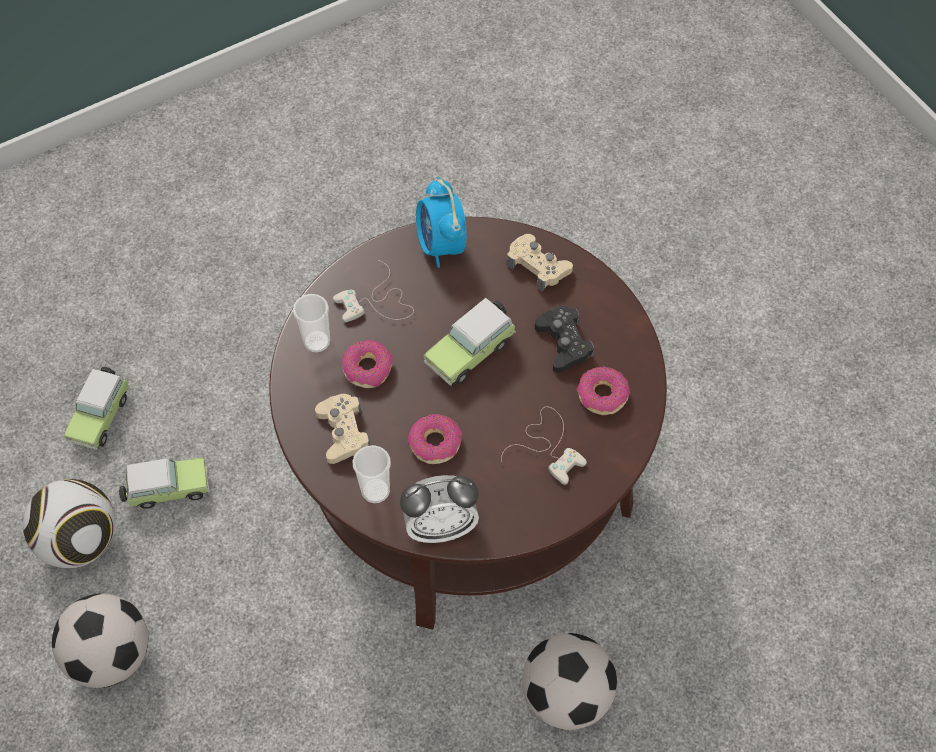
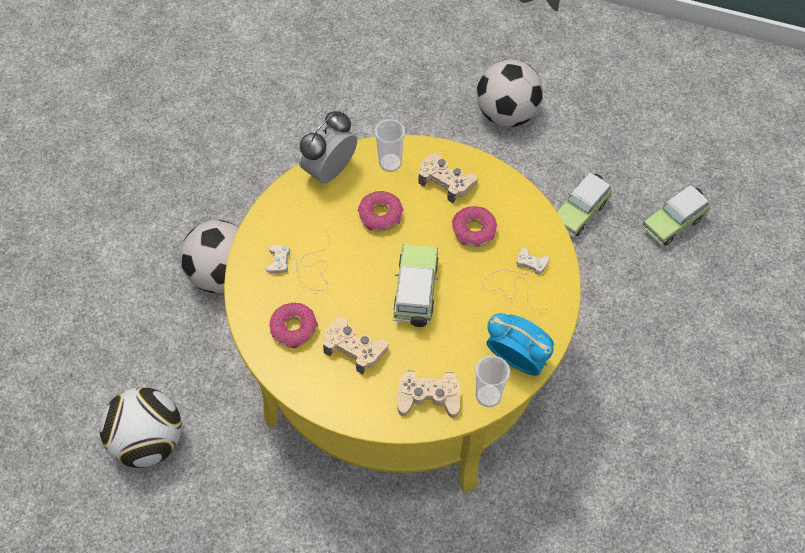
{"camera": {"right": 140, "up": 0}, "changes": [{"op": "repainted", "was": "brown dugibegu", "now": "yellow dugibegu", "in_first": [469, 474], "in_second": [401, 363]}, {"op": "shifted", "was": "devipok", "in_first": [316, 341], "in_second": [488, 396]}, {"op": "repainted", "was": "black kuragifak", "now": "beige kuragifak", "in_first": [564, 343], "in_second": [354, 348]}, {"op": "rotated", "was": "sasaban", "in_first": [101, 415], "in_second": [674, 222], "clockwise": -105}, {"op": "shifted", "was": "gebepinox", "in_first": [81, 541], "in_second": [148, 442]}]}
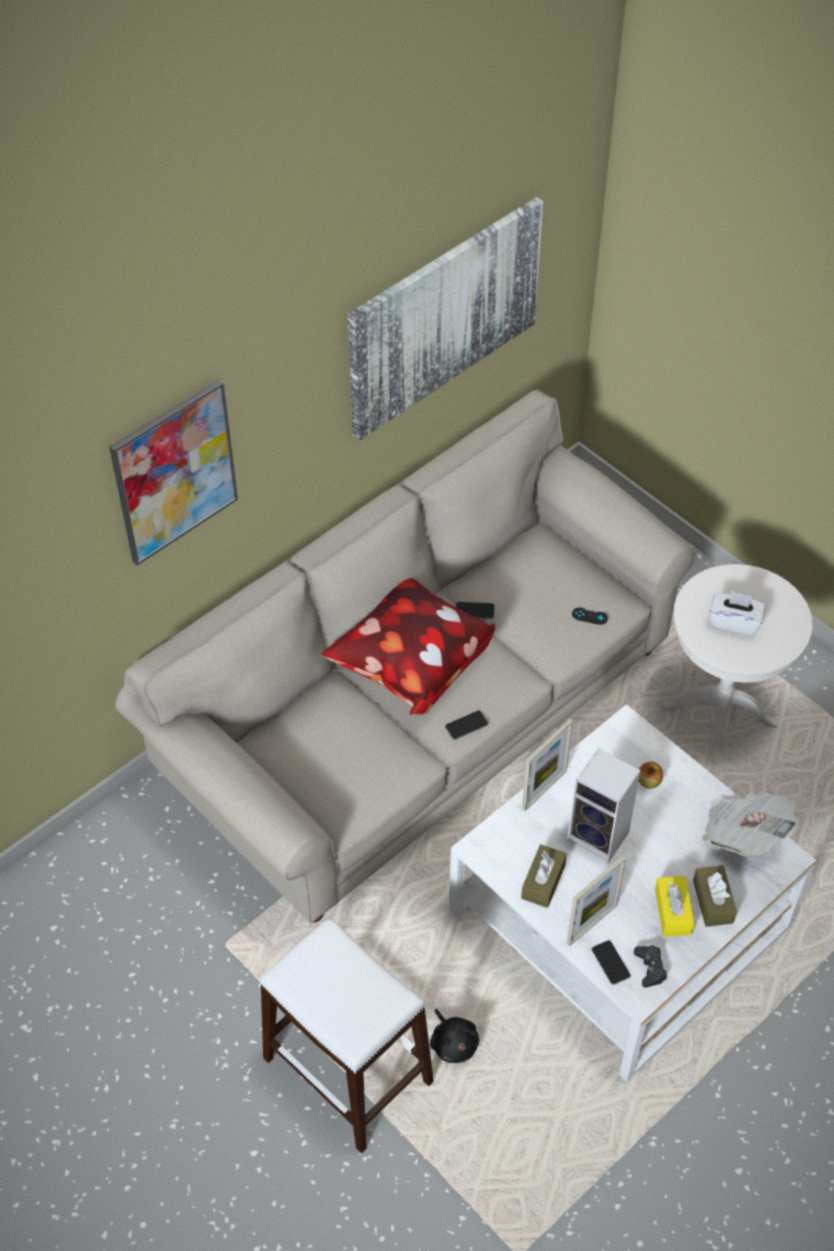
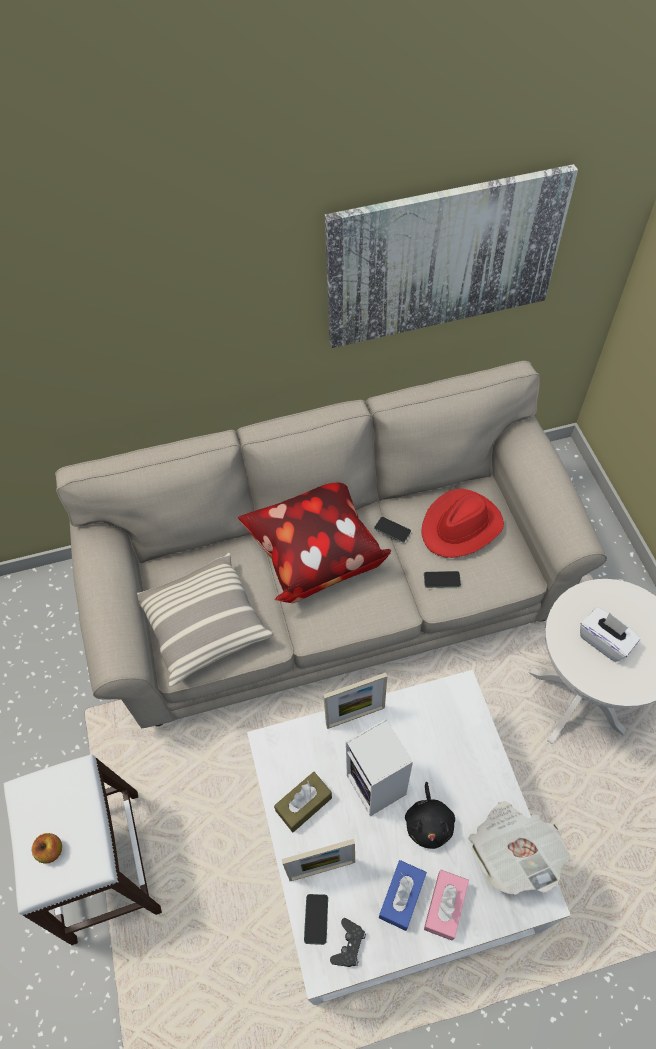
{"camera": {"right": 30, "up": 5}, "changes": [{"op": "gone", "was": "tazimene", "in_first": [174, 472]}, {"op": "gone", "was": "black kuragifak", "in_first": [589, 616]}, {"op": "shifted", "was": "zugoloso", "in_first": [466, 725], "in_second": [442, 579]}, {"op": "shifted", "was": "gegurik", "in_first": [648, 781], "in_second": [51, 850]}, {"op": "repainted", "was": "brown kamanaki", "now": "pink kamanaki", "in_first": [713, 901], "in_second": [445, 906]}, {"op": "repainted", "was": "yellow kamanaki", "now": "blue kamanaki", "in_first": [673, 911], "in_second": [402, 897]}, {"op": "shifted", "was": "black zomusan", "in_first": [453, 1043], "in_second": [429, 822]}, {"op": "new", "now": "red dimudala", "in_second": [461, 526]}, {"op": "new", "now": "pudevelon", "in_second": [204, 625]}]}
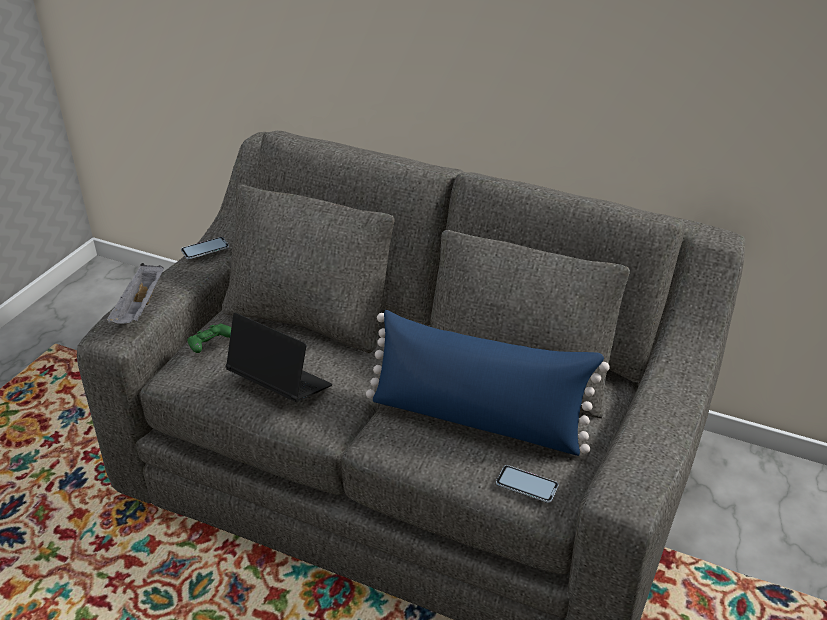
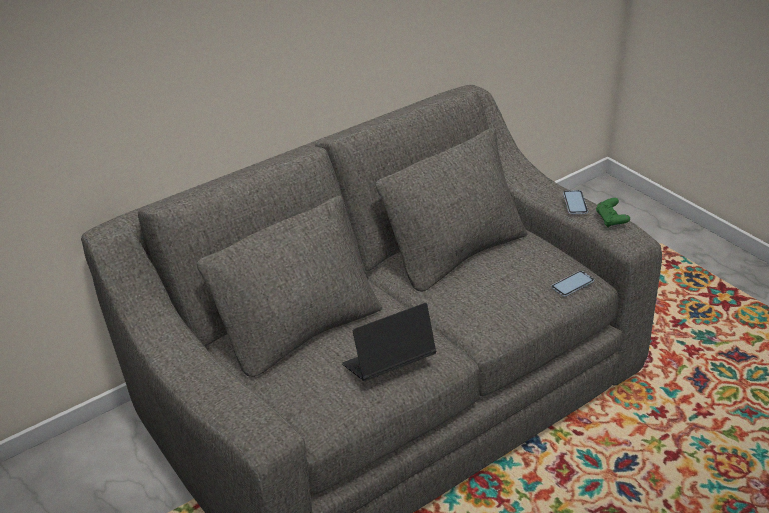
{"camera": {"right": -60, "up": 0}, "changes": [{"op": "shifted", "was": "zugoloso", "in_first": [205, 249], "in_second": [575, 203]}, {"op": "gone", "was": "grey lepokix", "in_first": [140, 307]}, {"op": "gone", "was": "blue pudevelon", "in_first": [477, 419]}, {"op": "shifted", "was": "green kuragifak", "in_first": [210, 346], "in_second": [611, 220]}]}
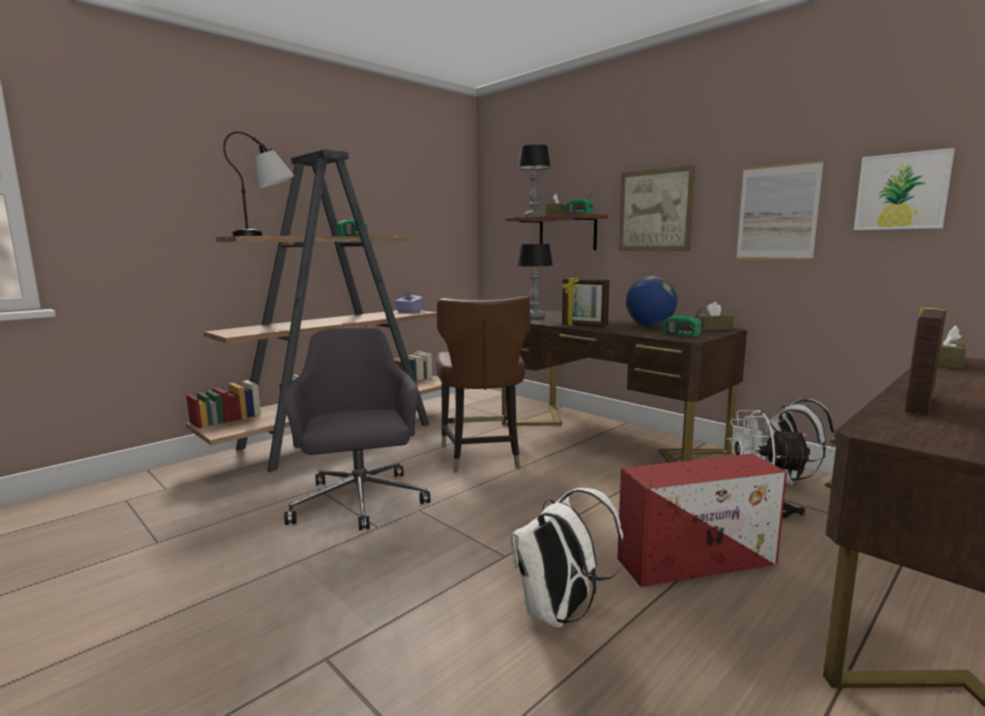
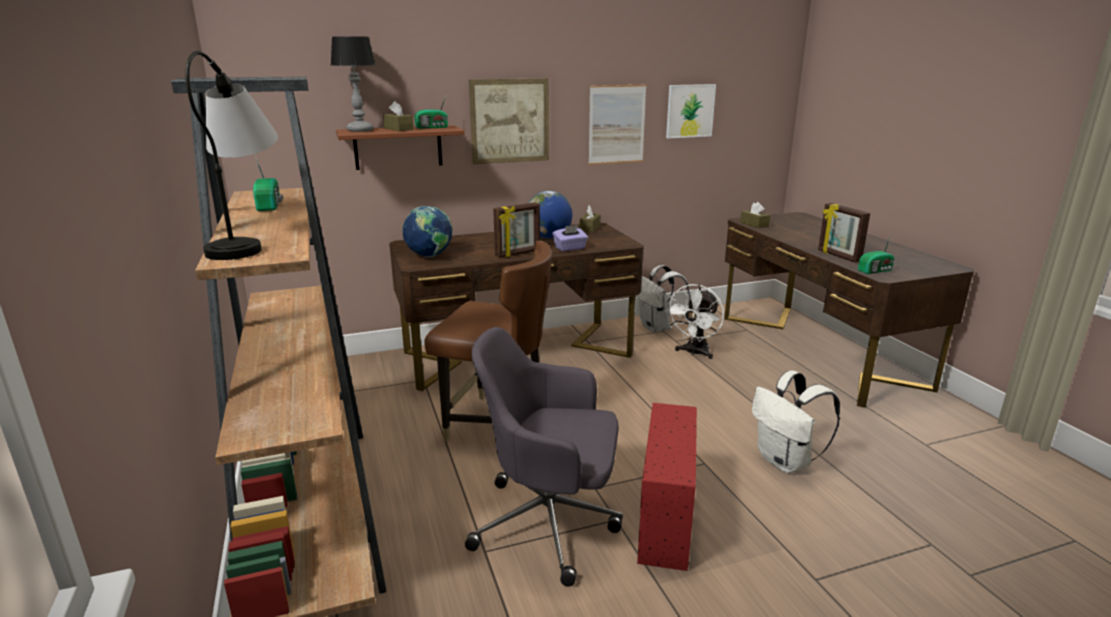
{"camera": {"right": -65, "up": 10}, "changes": [{"op": "swapped", "was": "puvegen", "now": "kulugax", "in_first": [535, 317], "in_second": [430, 256]}, {"op": "shifted", "was": "purple kamanaki", "in_first": [409, 311], "in_second": [570, 248]}, {"op": "shifted", "was": "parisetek", "in_first": [682, 335], "in_second": [876, 271]}, {"op": "shifted", "was": "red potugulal", "in_first": [698, 561], "in_second": [665, 516]}]}
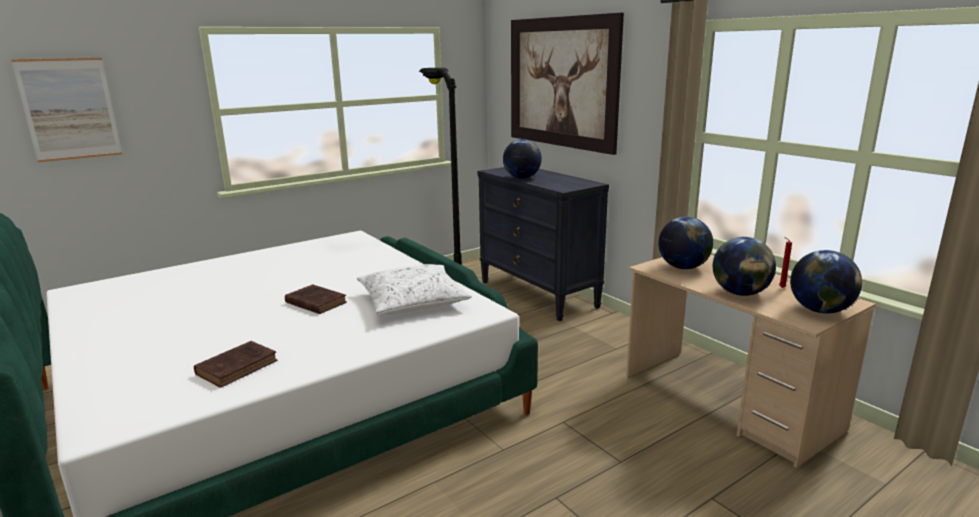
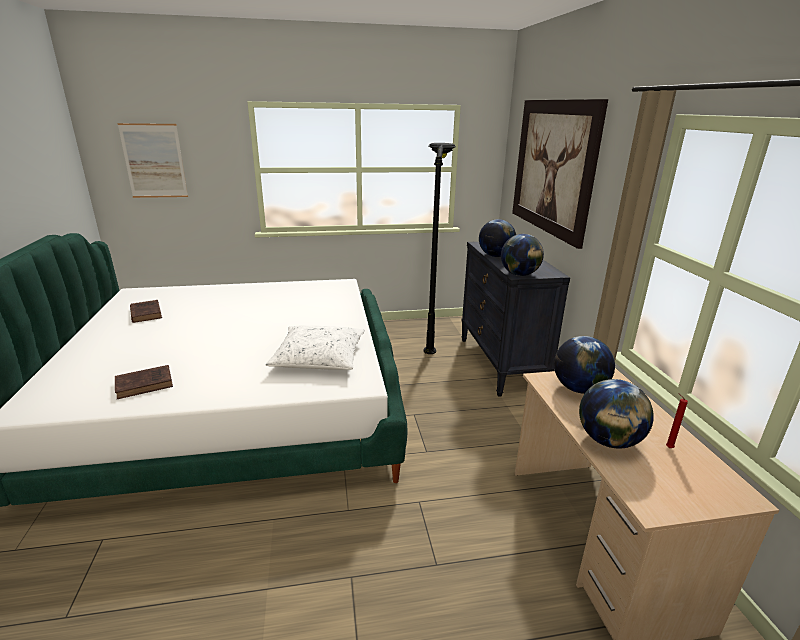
{"camera": {"right": 25, "up": 5}, "changes": [{"op": "shifted", "was": "kulugax", "in_first": [820, 310], "in_second": [519, 274]}, {"op": "shifted", "was": "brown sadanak", "in_first": [315, 302], "in_second": [146, 313]}]}
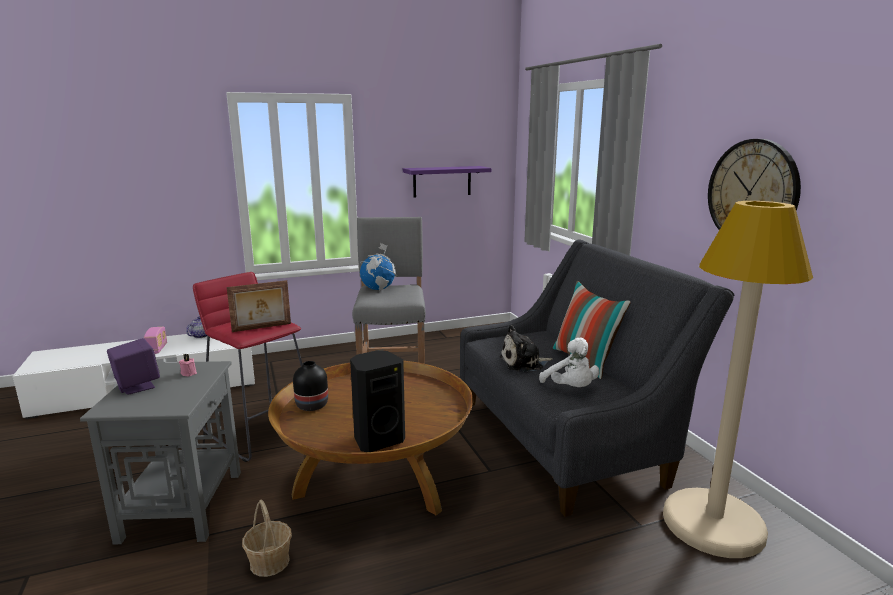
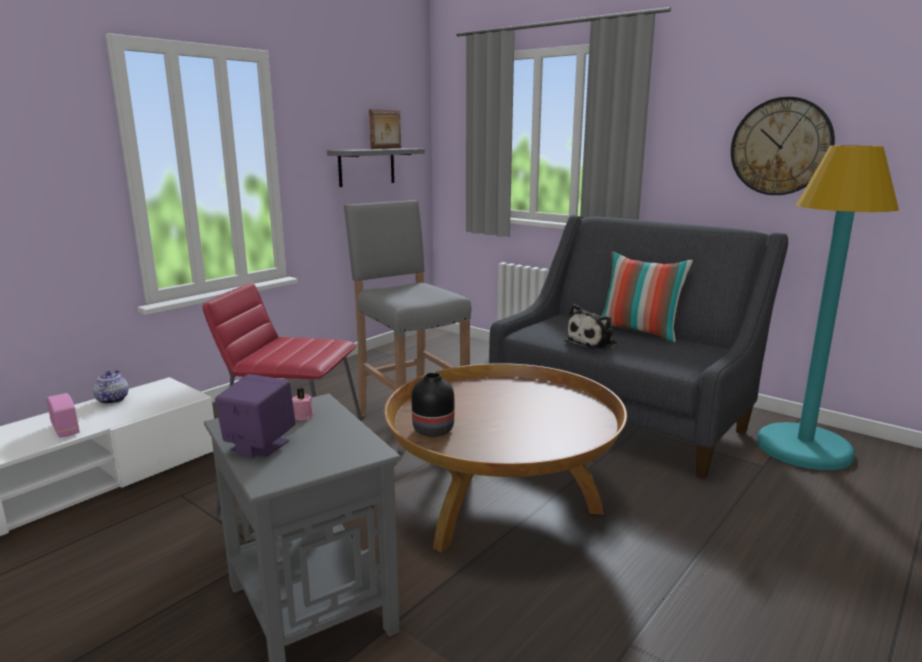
{"camera": {"right": -30, "up": 0}, "changes": [{"op": "repainted", "was": "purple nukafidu", "now": "grey nukafidu", "in_first": [442, 181], "in_second": [366, 167]}, {"op": "repainted", "was": "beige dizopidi", "now": "turquoise dizopidi", "in_first": [713, 523], "in_second": [804, 448]}, {"op": "gone", "was": "kulugax", "in_first": [379, 289]}, {"op": "shifted", "was": "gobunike", "in_first": [262, 328], "in_second": [386, 148]}, {"op": "gone", "was": "white zomusan", "in_first": [571, 388]}, {"op": "gone", "was": "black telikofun", "in_first": [378, 440]}, {"op": "gone", "was": "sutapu", "in_first": [270, 561]}]}
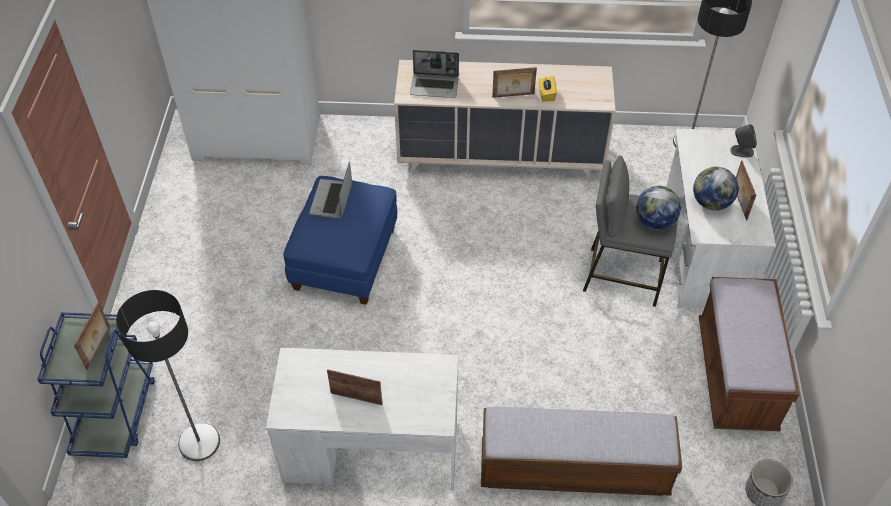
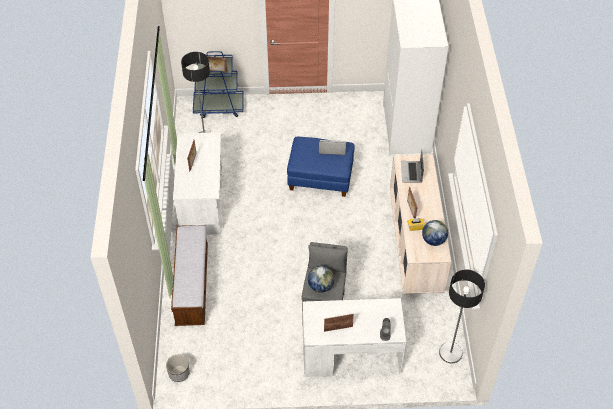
{"camera": {"right": 85, "up": 0}, "changes": [{"op": "shifted", "was": "kulugax", "in_first": [711, 203], "in_second": [433, 240]}, {"op": "gone", "was": "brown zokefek", "in_first": [735, 376]}]}
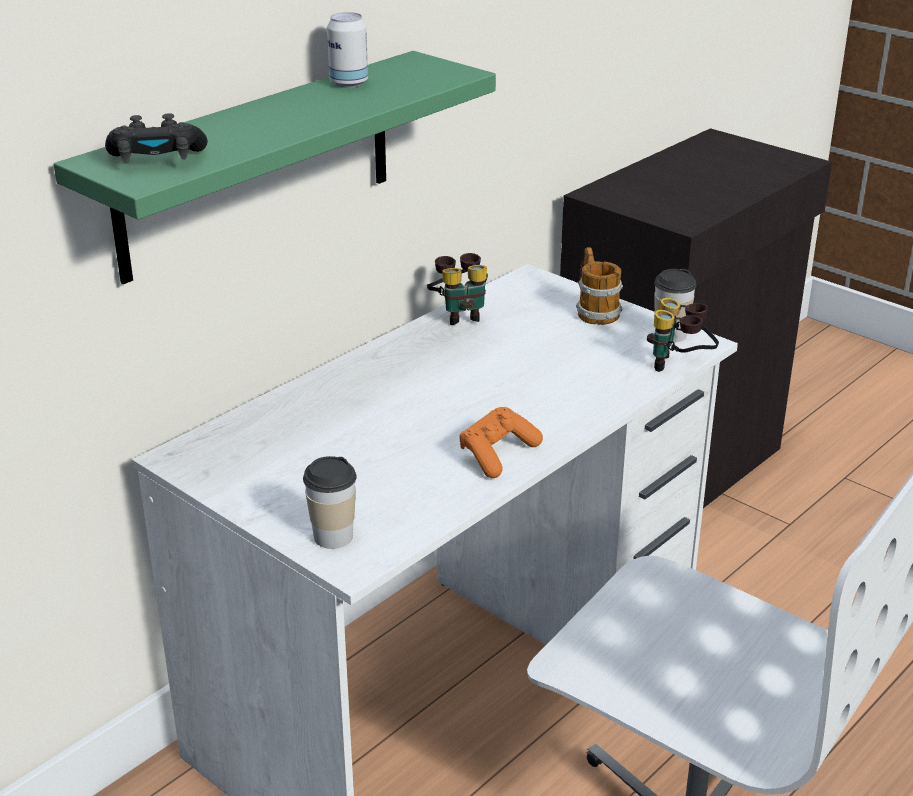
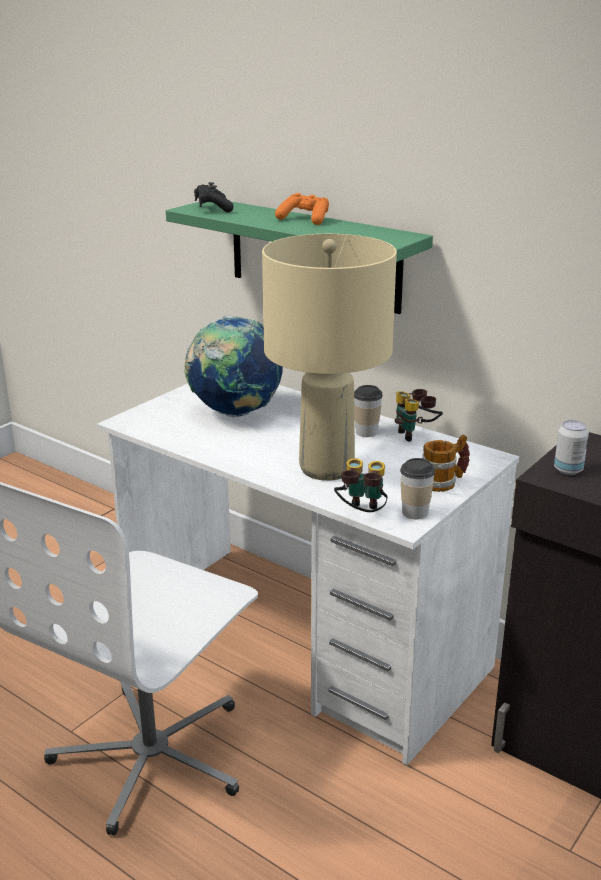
{"camera": {"right": 85, "up": -5}, "changes": [{"op": "shifted", "was": "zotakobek", "in_first": [349, 83], "in_second": [568, 470]}, {"op": "shifted", "was": "orange kuragifak", "in_first": [497, 454], "in_second": [305, 219]}, {"op": "shifted", "was": "devipok", "in_first": [333, 536], "in_second": [366, 432]}, {"op": "new", "now": "beige puvegen", "in_second": [325, 468]}, {"op": "new", "now": "kulugax", "in_second": [235, 413]}]}
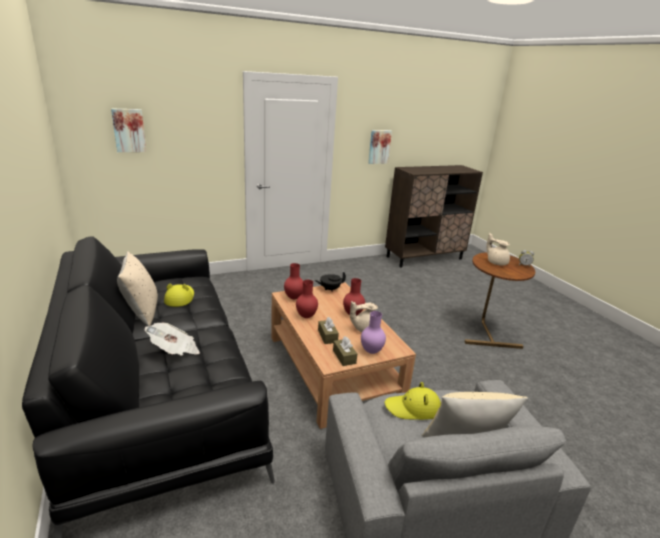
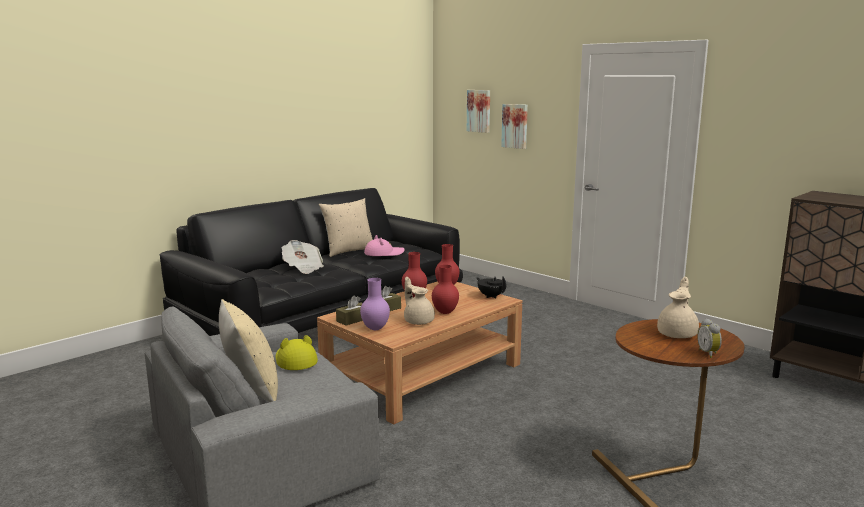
{"camera": {"right": 70, "up": -10}, "changes": [{"op": "shifted", "was": "tazimene", "in_first": [379, 146], "in_second": [515, 126]}, {"op": "repainted", "was": "yellow dimudala", "now": "pink dimudala", "in_first": [180, 298], "in_second": [384, 253]}]}
